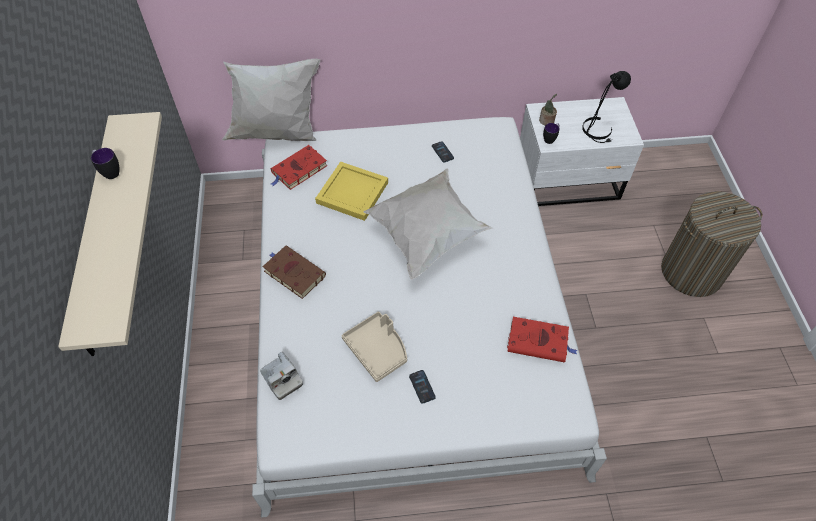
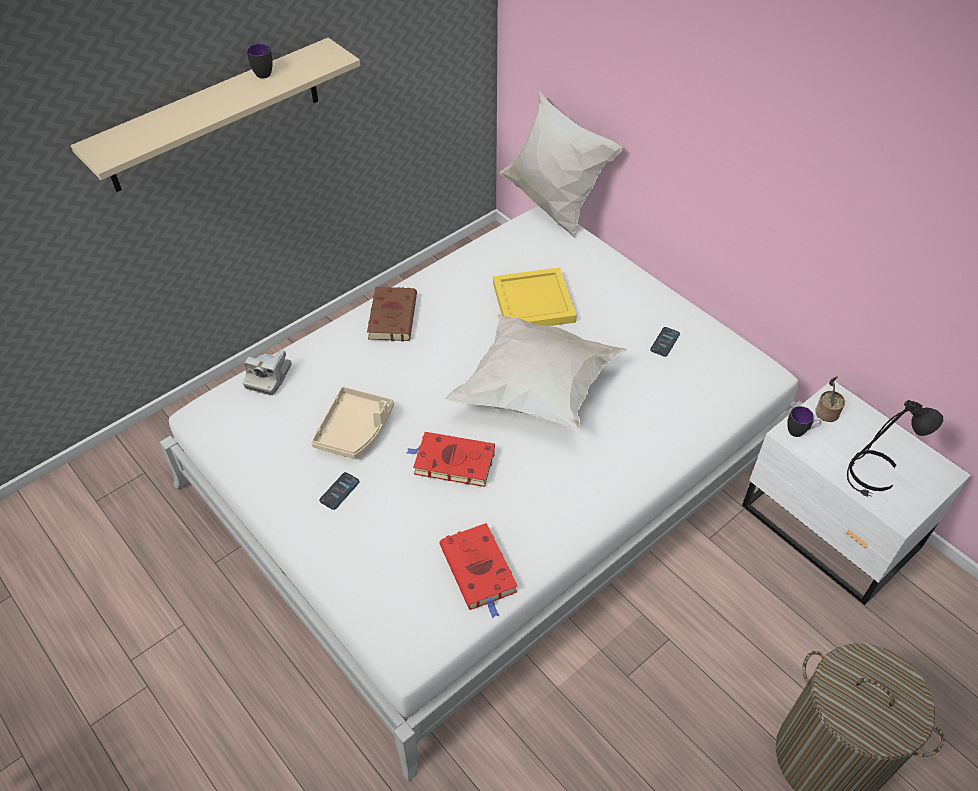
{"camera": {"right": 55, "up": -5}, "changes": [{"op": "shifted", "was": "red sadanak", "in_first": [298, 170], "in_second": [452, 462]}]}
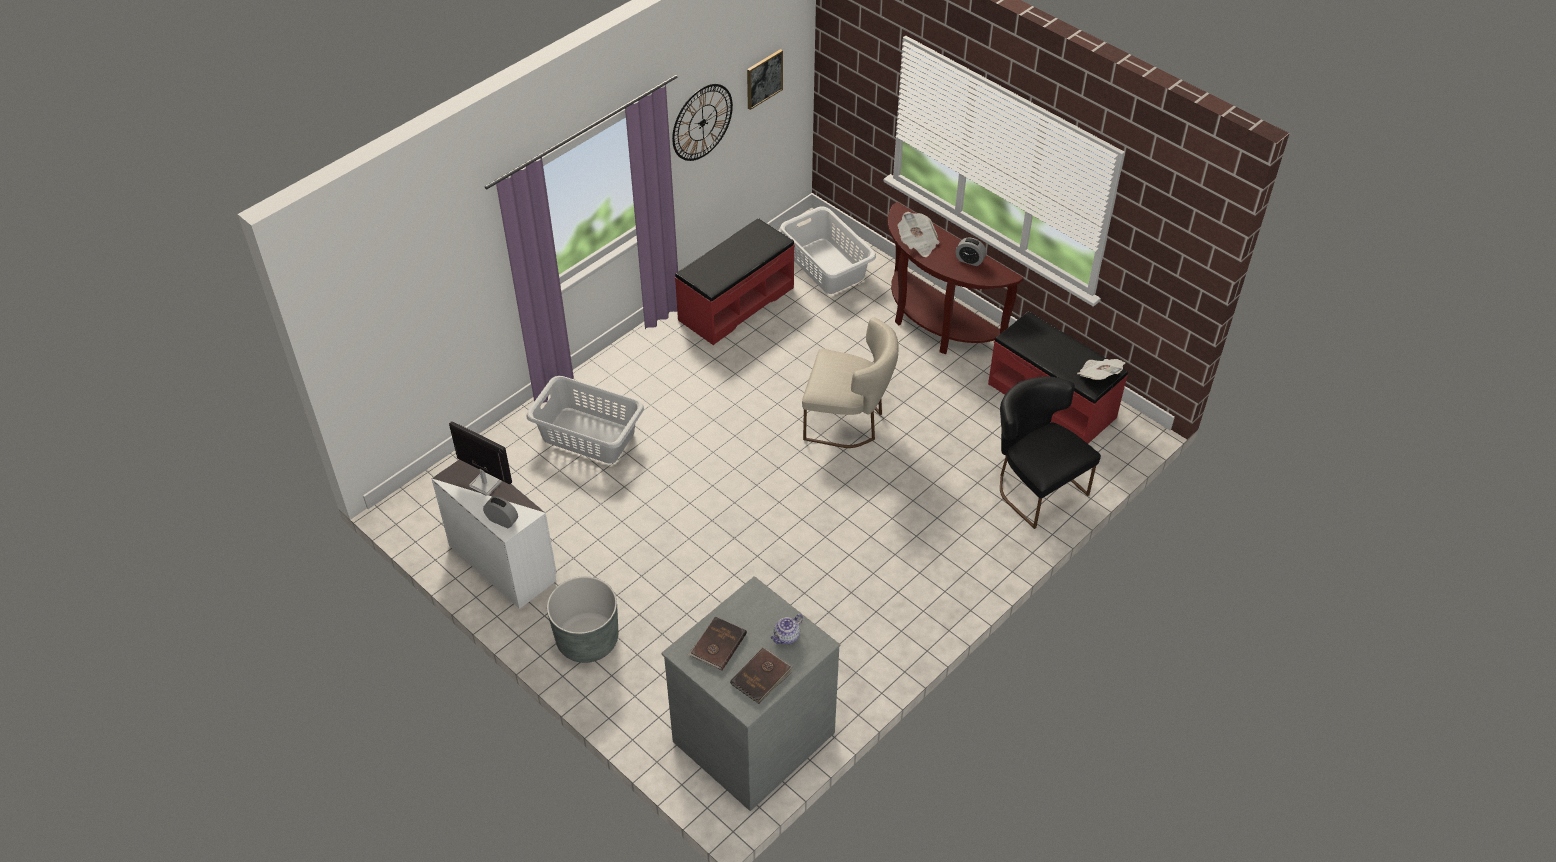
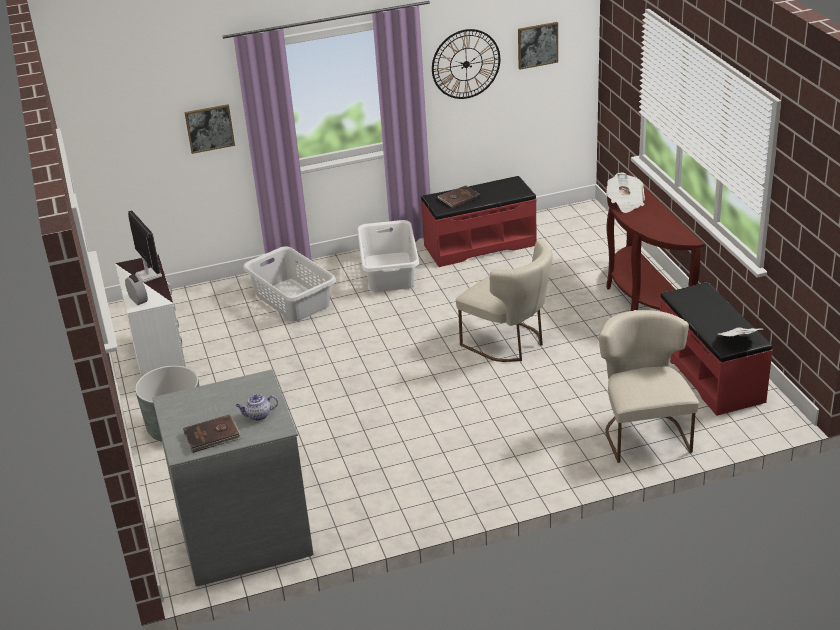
{"camera": {"right": 30, "up": -15}, "changes": [{"op": "shifted", "was": "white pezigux", "in_first": [826, 265], "in_second": [390, 272]}, {"op": "gone", "was": "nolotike", "in_first": [969, 260]}, {"op": "repainted", "was": "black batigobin", "now": "beige batigobin", "in_first": [1035, 487], "in_second": [643, 432]}, {"op": "shifted", "was": "brown sadanak", "in_first": [717, 645], "in_second": [458, 198]}, {"op": "new", "now": "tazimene", "in_second": [209, 128]}]}
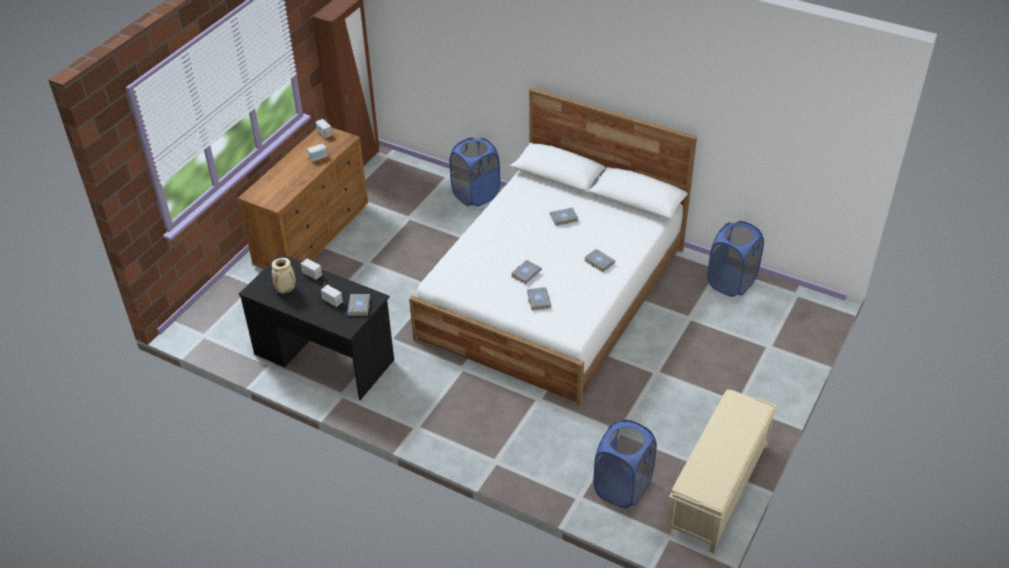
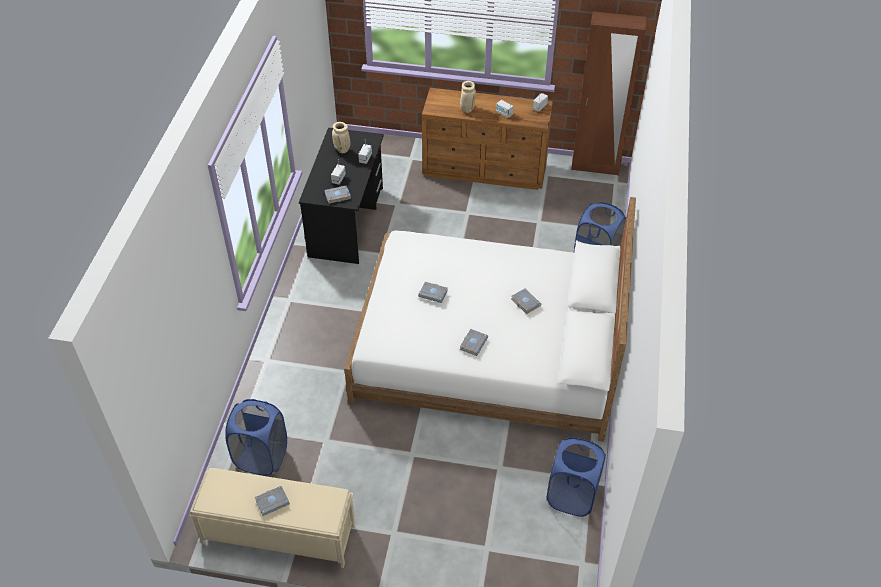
{"camera": {"right": 70, "up": 5}, "changes": [{"op": "shifted", "was": "grey sadanak", "in_first": [537, 300], "in_second": [272, 501]}, {"op": "new", "now": "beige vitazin", "in_second": [467, 109]}]}
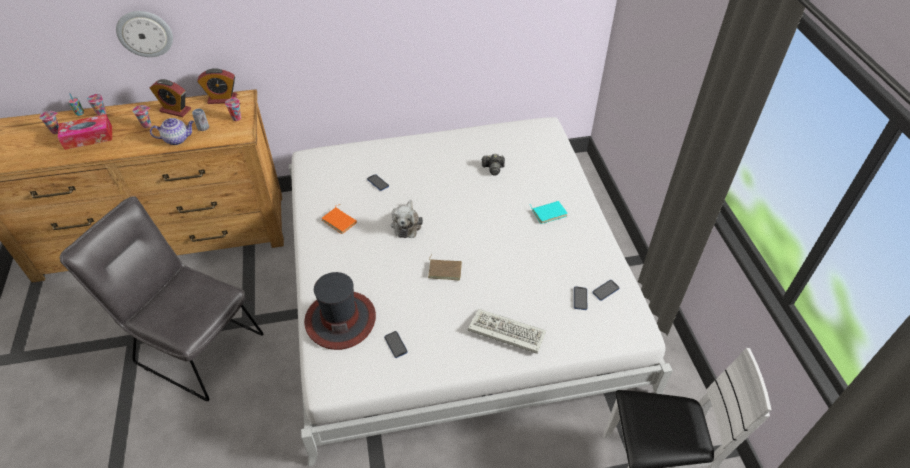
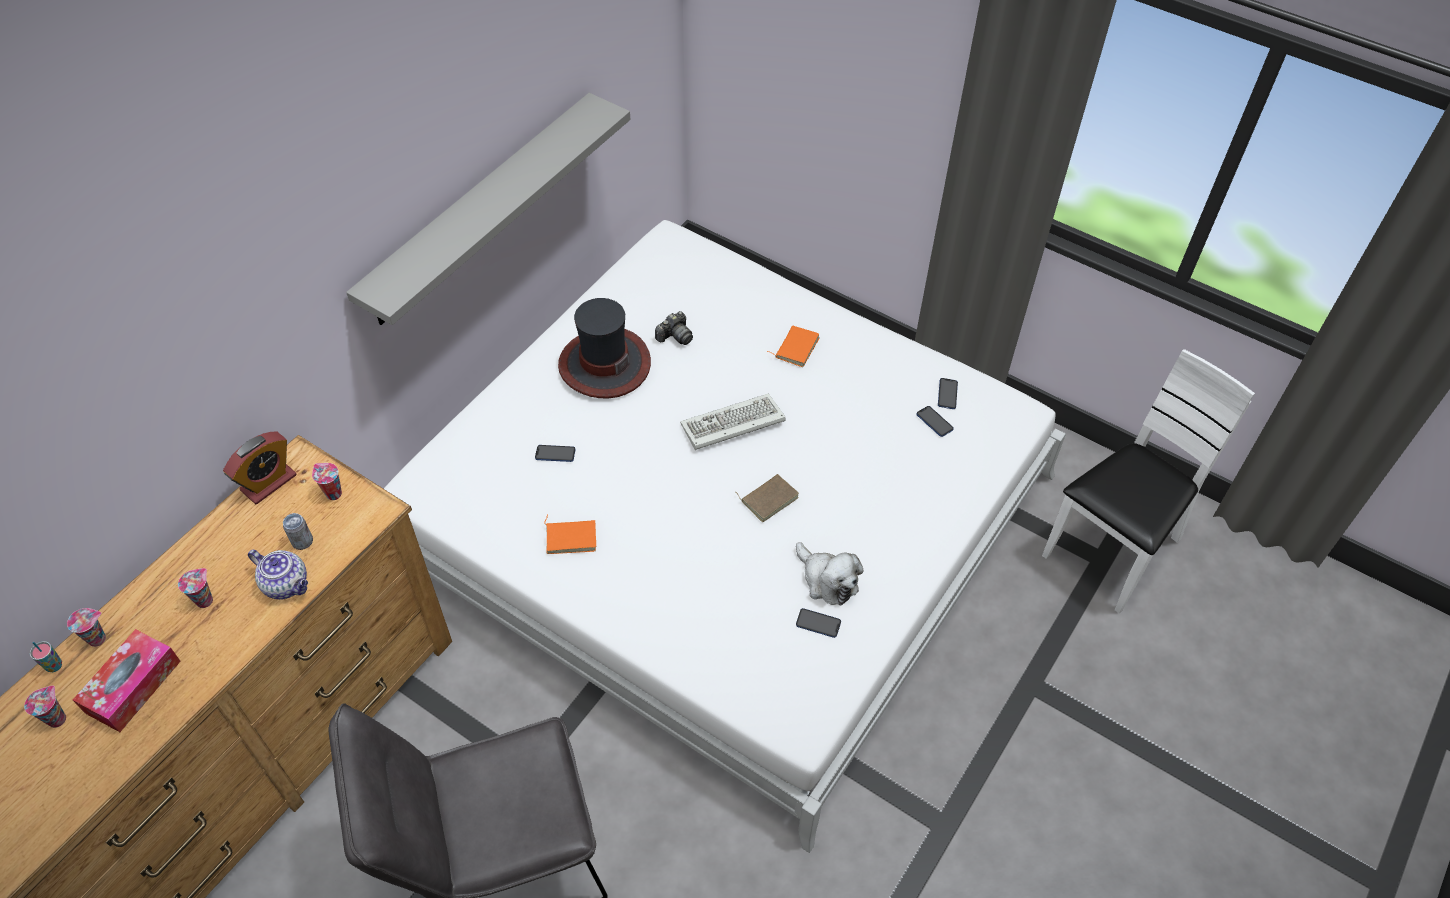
{"camera": {"right": -45, "up": 5}, "changes": [{"op": "gone", "was": "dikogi", "in_first": [145, 33]}, {"op": "gone", "was": "nolotike", "in_first": [175, 110]}, {"op": "rotated", "was": "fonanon", "in_first": [177, 139], "in_second": [287, 584], "clockwise": 90}, {"op": "shifted", "was": "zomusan", "in_first": [406, 224], "in_second": [827, 580]}, {"op": "repainted", "was": "turquoise sadanak", "now": "orange sadanak", "in_first": [549, 212], "in_second": [795, 347]}, {"op": "shifted", "was": "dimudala", "in_first": [340, 319], "in_second": [604, 364]}, {"op": "shifted", "was": "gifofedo", "in_first": [504, 333], "in_second": [731, 426]}, {"op": "new", "now": "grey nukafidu", "in_second": [481, 209]}]}
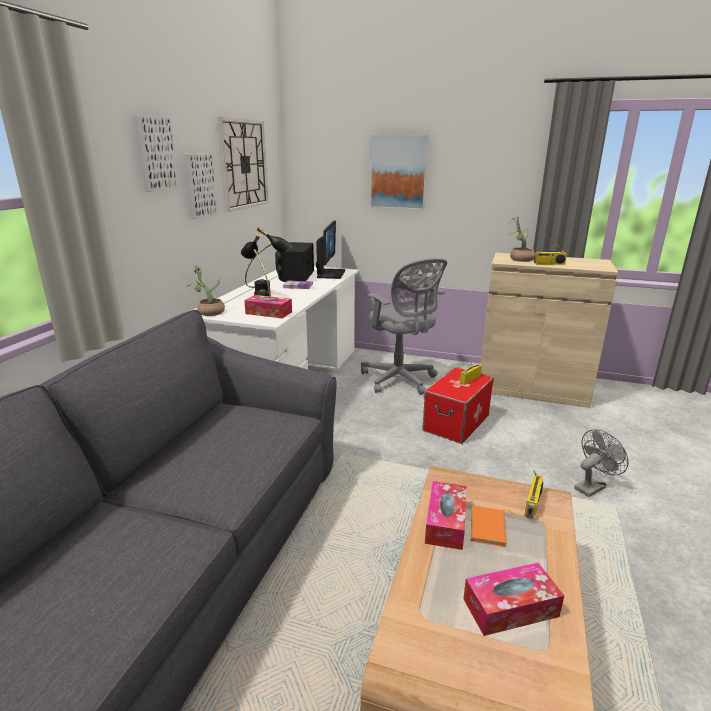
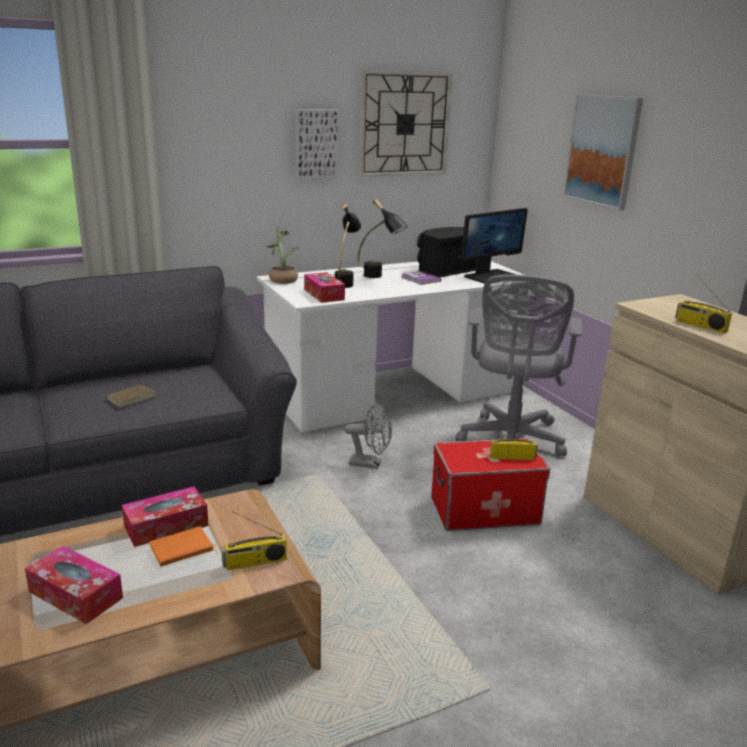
{"camera": {"right": 45, "up": 0}, "changes": [{"op": "gone", "was": "tazimene", "in_first": [154, 154]}, {"op": "gone", "was": "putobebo", "in_first": [518, 259]}, {"op": "shifted", "was": "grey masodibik", "in_first": [592, 486], "in_second": [370, 464]}, {"op": "new", "now": "brown sadanak", "in_second": [130, 398]}]}
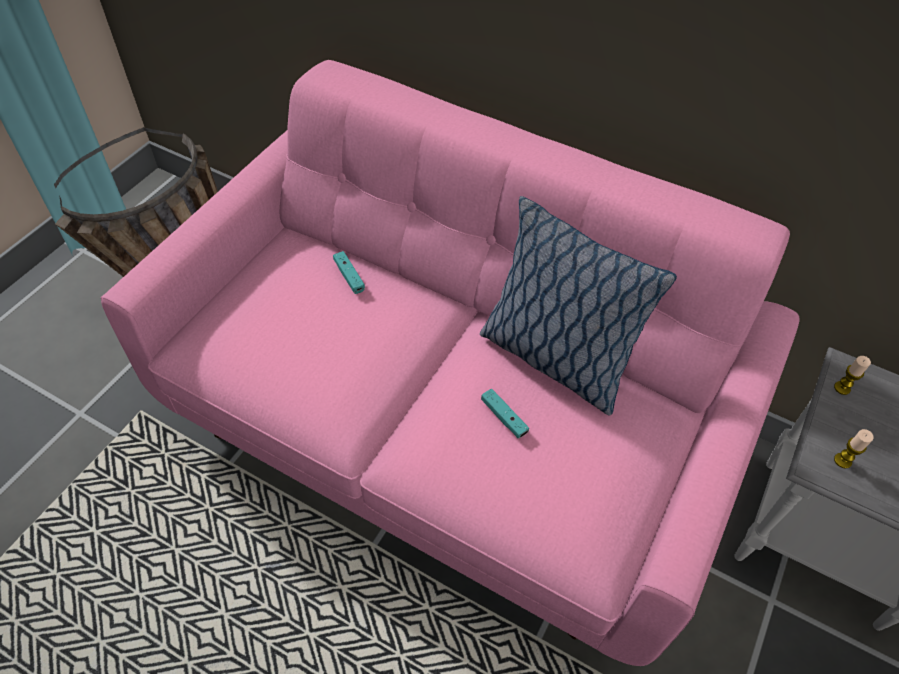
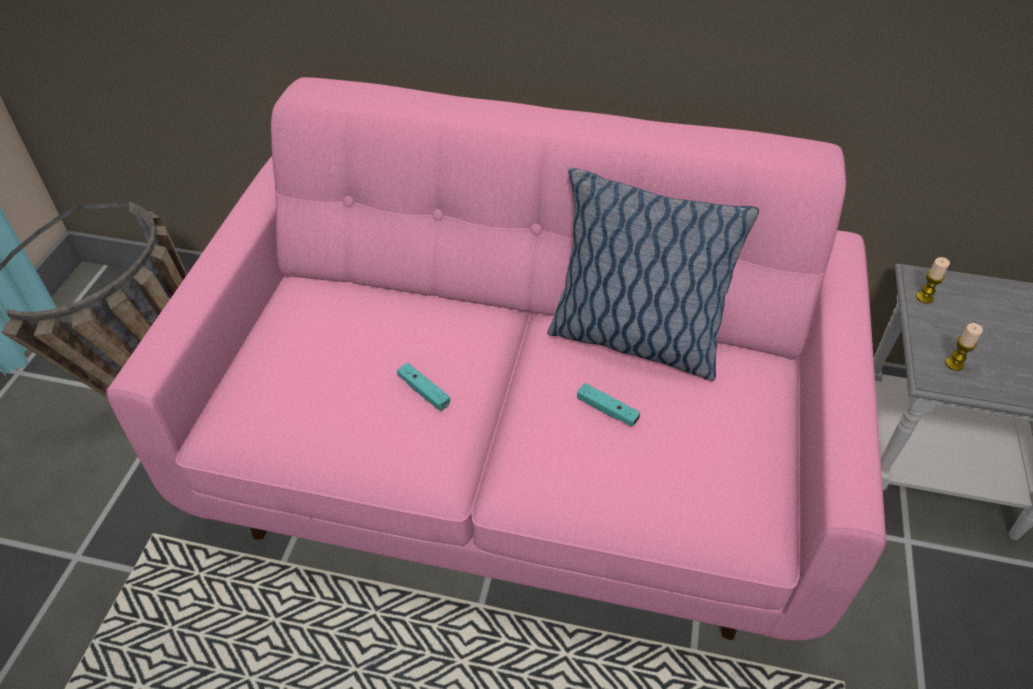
{"camera": {"right": -15, "up": -5}, "changes": [{"op": "shifted", "was": "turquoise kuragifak", "in_first": [349, 276], "in_second": [424, 391]}]}
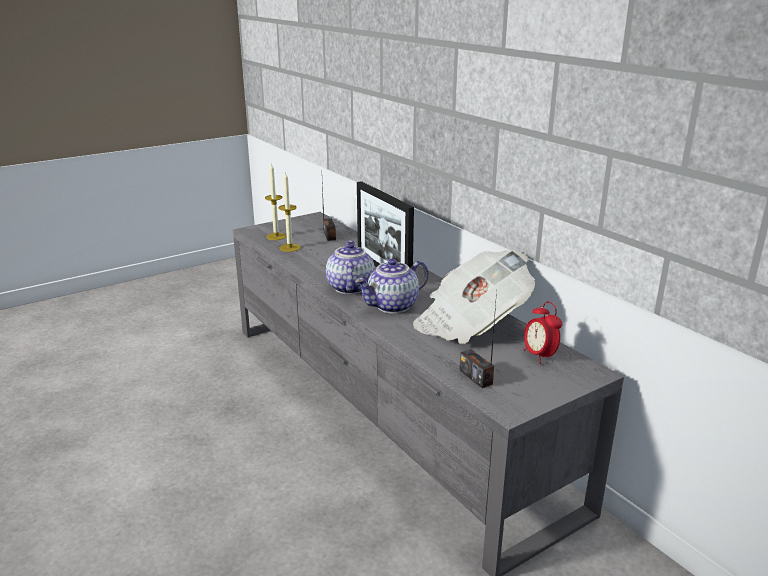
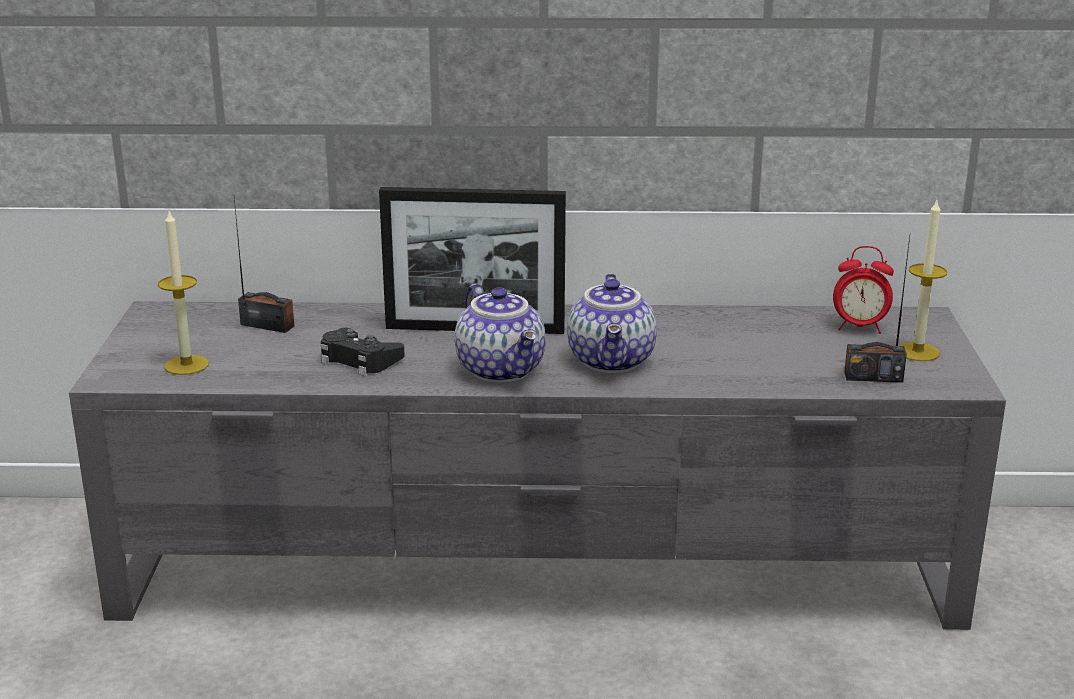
{"camera": {"right": -55, "up": 0}, "changes": [{"op": "shifted", "was": "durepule", "in_first": [290, 248], "in_second": [917, 352]}, {"op": "rotated", "was": "fonanon", "in_first": [349, 287], "in_second": [503, 370], "clockwise": -150}, {"op": "gone", "was": "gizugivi", "in_first": [470, 323]}, {"op": "new", "now": "black kuragifak", "in_second": [359, 360]}]}
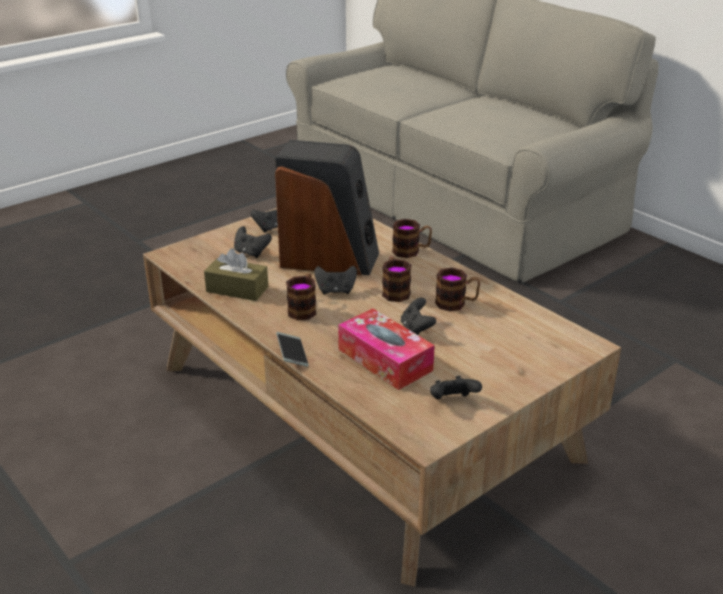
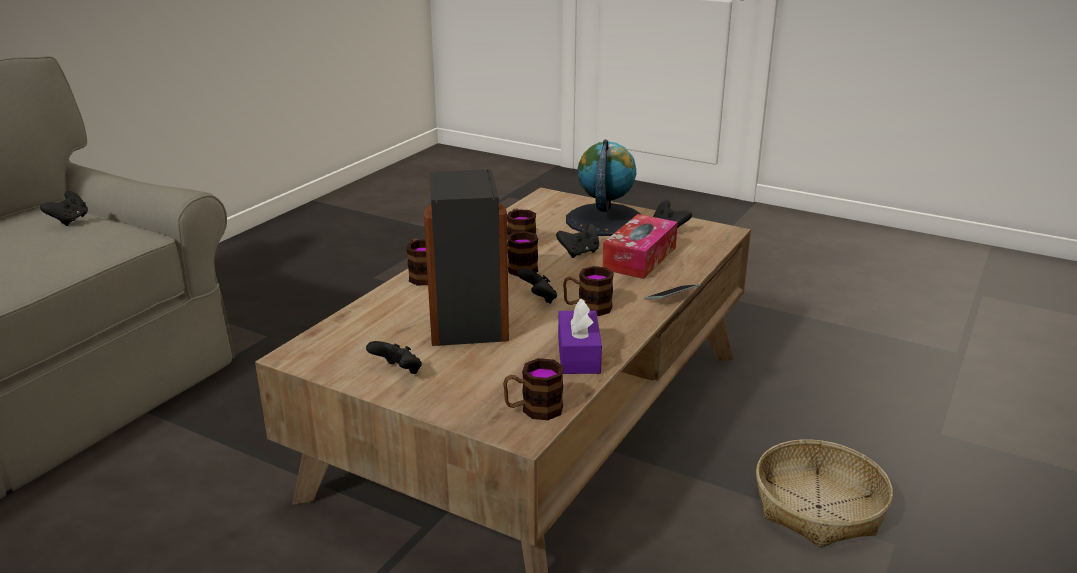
{"camera": {"right": -110, "up": -5}, "changes": [{"op": "shifted", "was": "black kuragifak", "in_first": [251, 253], "in_second": [69, 220]}, {"op": "repainted", "was": "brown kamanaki", "now": "purple kamanaki", "in_first": [237, 289], "in_second": [578, 355]}, {"op": "new", "now": "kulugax", "in_second": [604, 220]}, {"op": "new", "now": "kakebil", "in_second": [533, 409]}, {"op": "new", "now": "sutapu", "in_second": [818, 507]}]}
